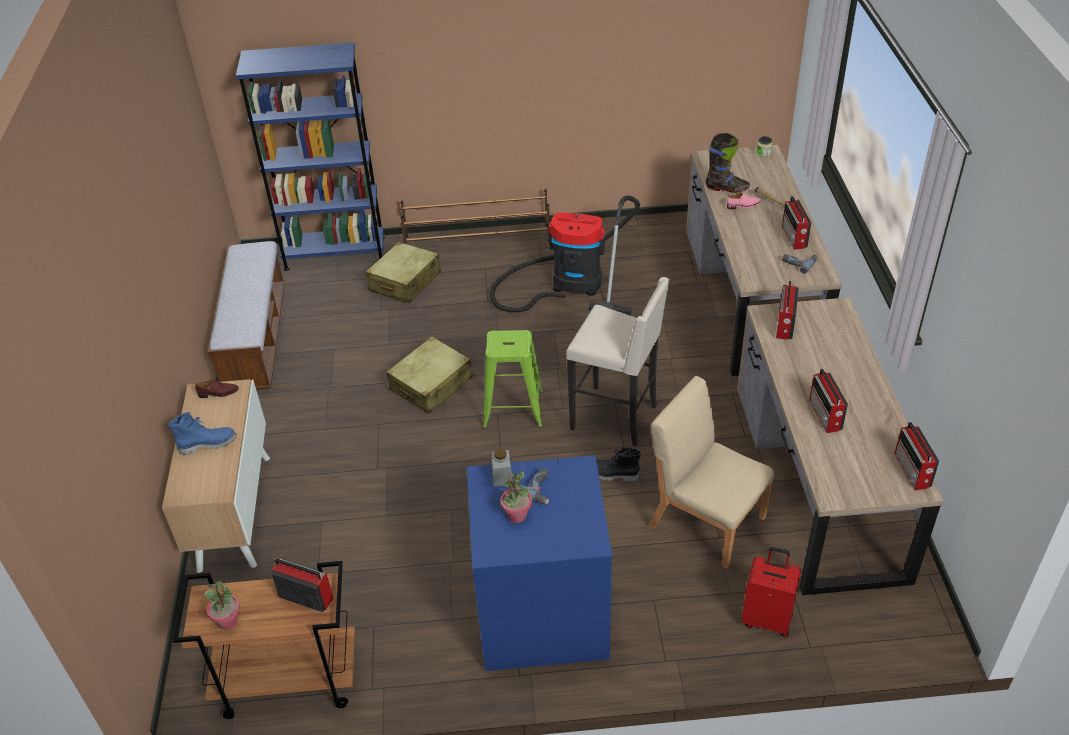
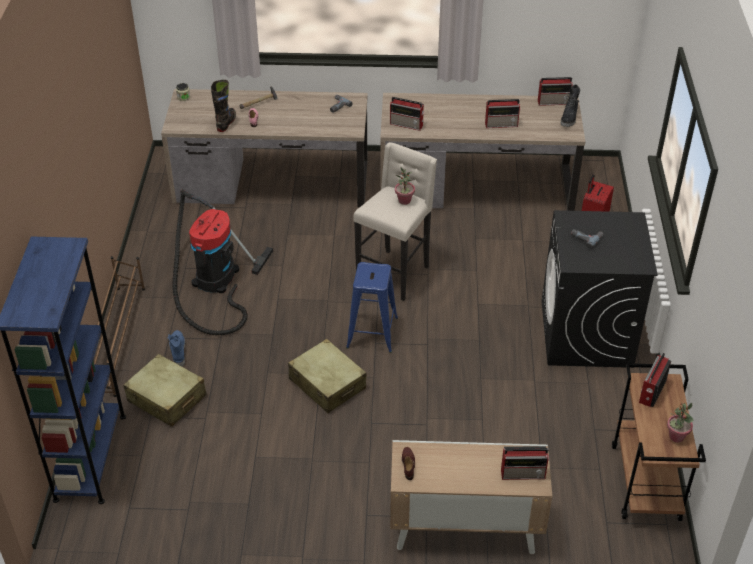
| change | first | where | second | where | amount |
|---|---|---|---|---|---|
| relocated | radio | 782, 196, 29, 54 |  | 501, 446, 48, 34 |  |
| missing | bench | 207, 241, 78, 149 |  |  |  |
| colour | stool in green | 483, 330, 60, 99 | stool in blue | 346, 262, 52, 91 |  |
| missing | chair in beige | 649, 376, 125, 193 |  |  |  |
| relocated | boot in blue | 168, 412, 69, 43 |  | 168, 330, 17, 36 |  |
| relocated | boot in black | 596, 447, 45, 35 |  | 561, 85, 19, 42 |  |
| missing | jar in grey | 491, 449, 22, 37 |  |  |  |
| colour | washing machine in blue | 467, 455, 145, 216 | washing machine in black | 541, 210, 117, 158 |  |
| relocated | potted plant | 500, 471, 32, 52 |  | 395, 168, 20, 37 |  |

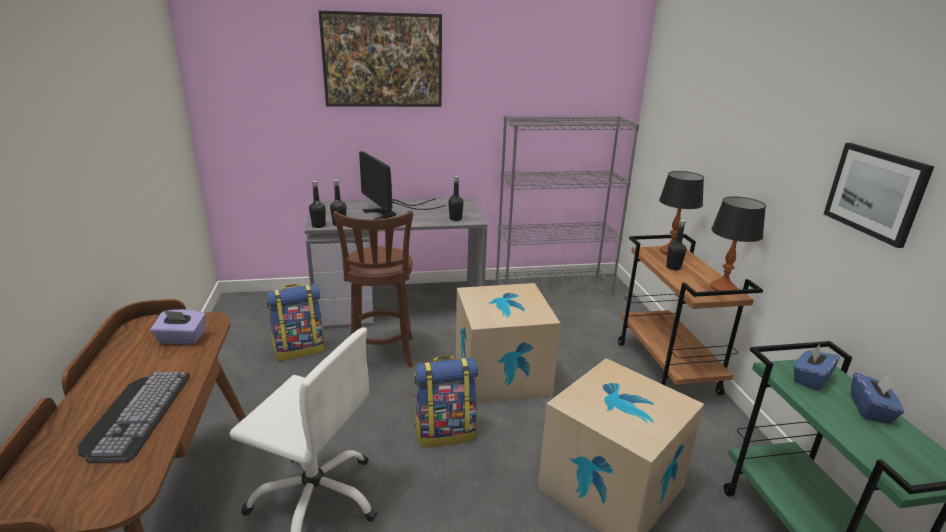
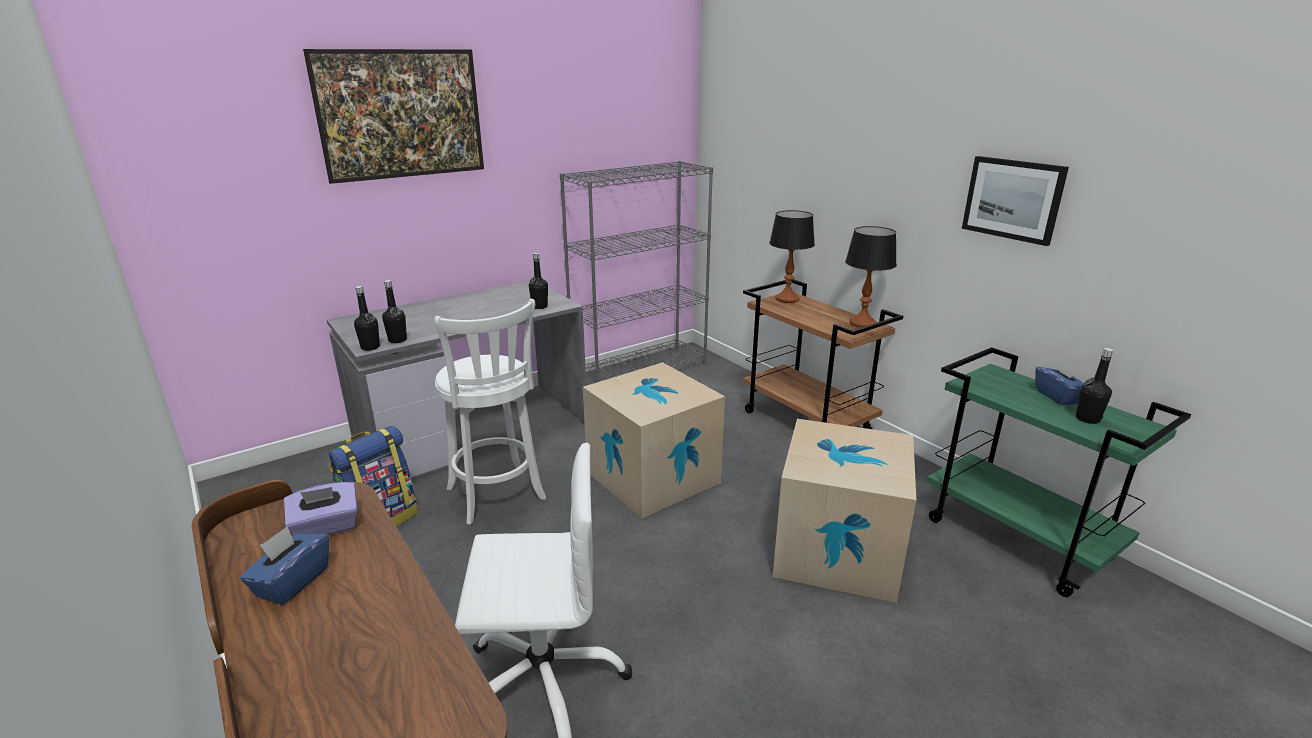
| change | first | where | second | where | amount |
|---|---|---|---|---|---|
| missing | monitor | 359, 151, 87, 68 |  |  |  |
| colour | stool in brown | 333, 210, 80, 158 | stool in white | 434, 299, 112, 226 |  |
| relocated | bottle in black | 666, 220, 21, 50 |  | 1076, 348, 37, 76 |  |
| relocated | tissue box in blue | 794, 344, 46, 47 |  | 240, 526, 89, 79 |  |
| missing | backpack | 414, 355, 64, 92 |  |  |  |
| missing | keyboard | 77, 372, 113, 91 |  |  |  |

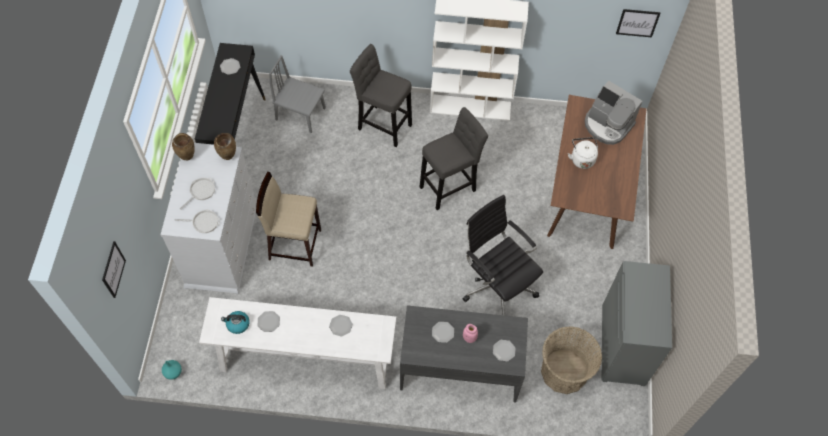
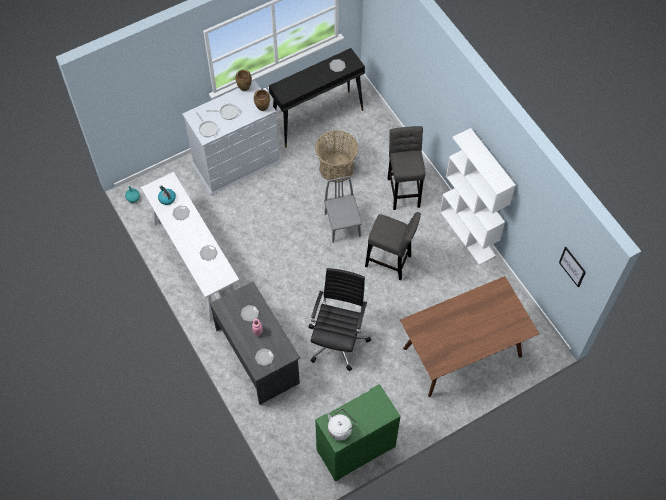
| change | first | where | second | where | amount |
|---|---|---|---|---|---|
| relocated | chair in grey | 269, 55, 57, 78 |  | 324, 176, 38, 67 |  |
| missing | coffee machine | 585, 81, 57, 64 |  |  |  |
| relocated | kettle in white | 568, 137, 30, 32 |  | 328, 409, 29, 32 |  |
| missing | stool in beige | 256, 172, 65, 95 |  |  |  |
| missing | picture | 102, 241, 24, 57 |  |  |  |
| colour | cabinet in grey | 602, 261, 70, 125 | cabinet in green | 315, 384, 86, 98 |  |
| relocated | basket | 541, 327, 61, 67 |  | 315, 130, 43, 53 |  |

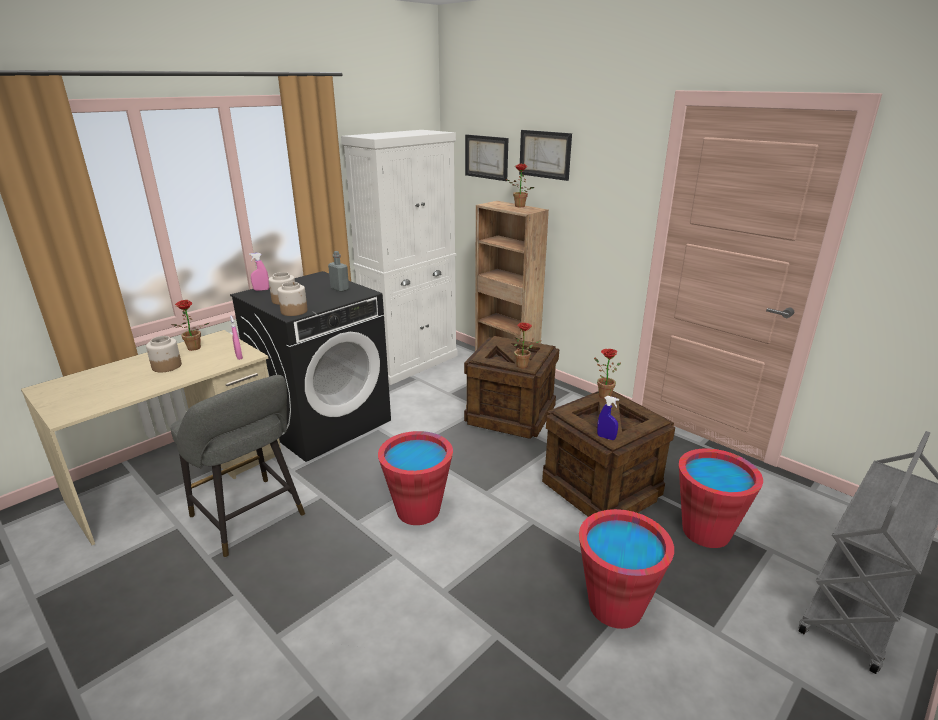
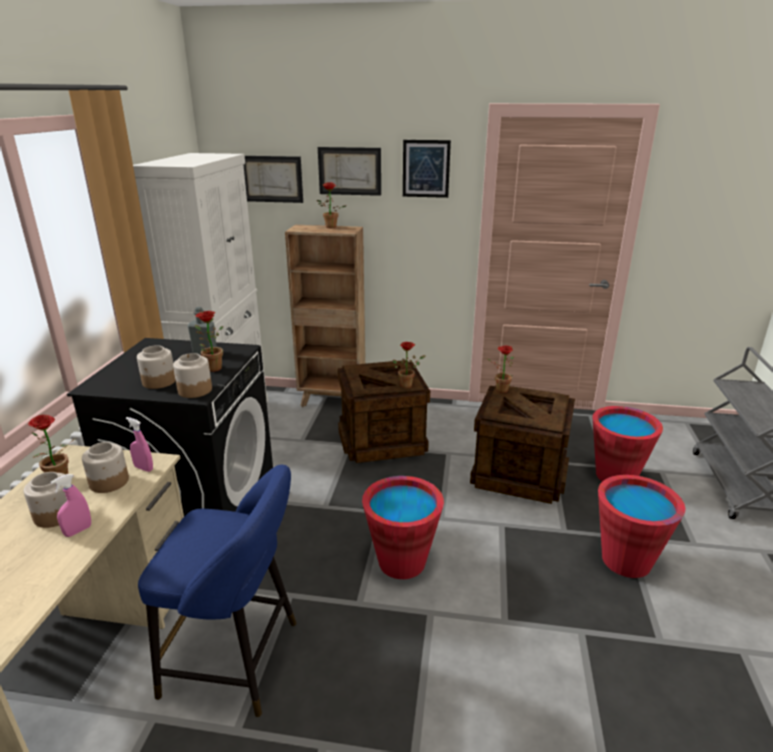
| change | first | where | second | where | amount |
|---|---|---|---|---|---|
| relocated | spray bottle in pink | 249, 253, 20, 38 |  | 51, 474, 40, 63 |  |
| colour | stool in grey | 171, 375, 134, 182 | stool in blue | 138, 465, 158, 252 |  |
| missing | spray bottle in blue | 597, 396, 22, 44 |  |  |  |
| appeared |  |  | picture | 403, 140, 48, 58 |  |
| appeared |  |  | potted plant | 195, 311, 28, 61 |  |
| appeared |  |  | jar | 82, 442, 47, 51 |  |

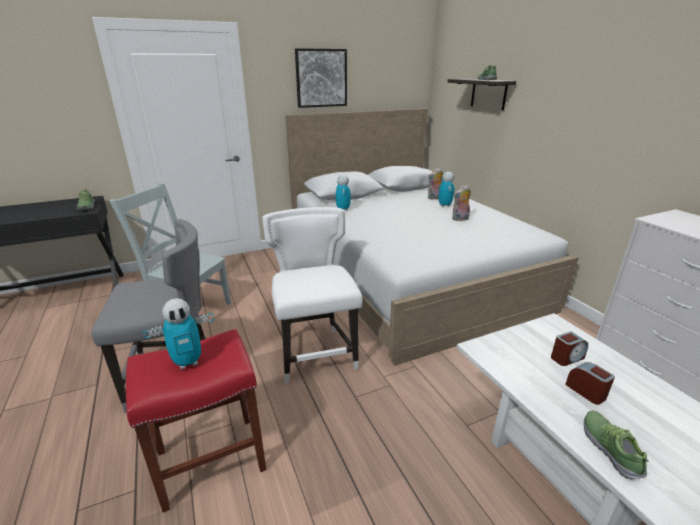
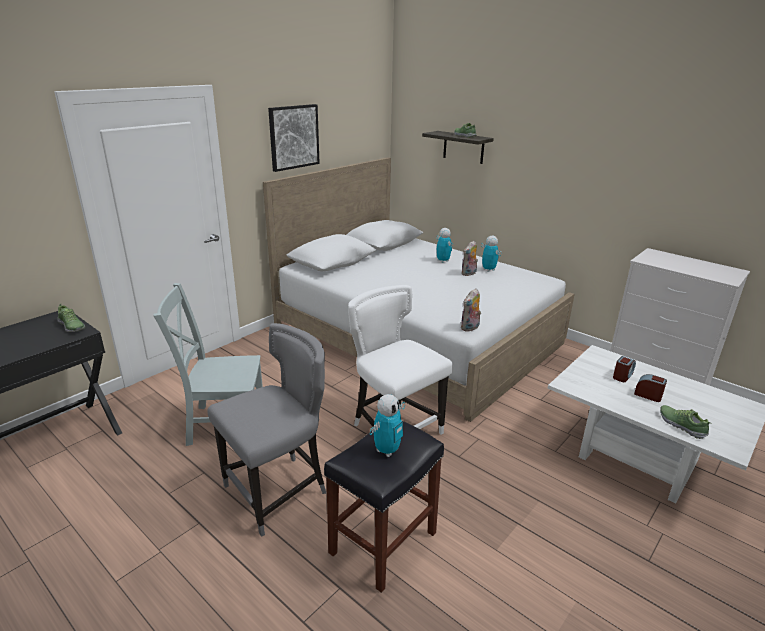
| change | first | where | second | where | amount |
|---|---|---|---|---|---|
| relocated | plush toy | 428, 168, 15, 31 |  | 460, 288, 21, 44 |  |
| relocated | toy robot | 336, 175, 15, 36 |  | 481, 236, 21, 36 |  |
| colour | stool in red | 126, 329, 140, 183 | stool in black | 324, 420, 120, 173 |  |

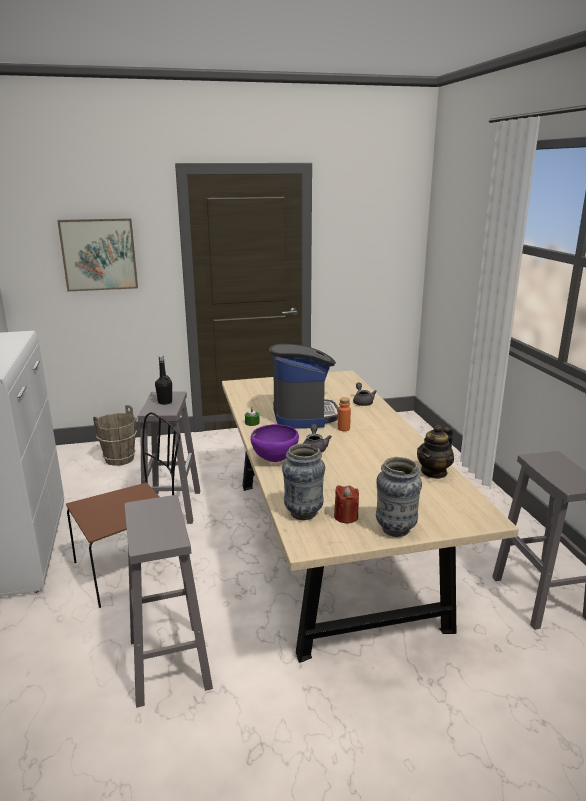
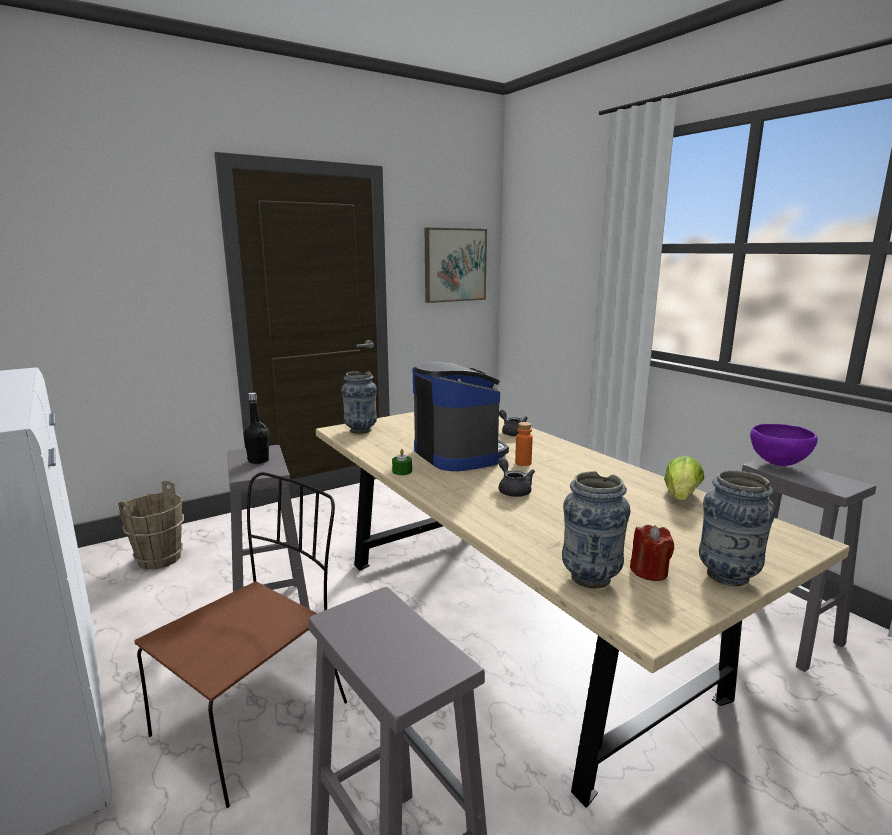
| change | first | where | second | where | amount |
|---|---|---|---|---|---|
| relocated | picture | 57, 218, 81, 74 |  | 425, 228, 62, 75 |  |
| relocated | bowl in purple | 250, 424, 49, 38 |  | 750, 424, 68, 42 |  |
| exchanged | teapot | 417, 425, 37, 54 | lettuce | 664, 456, 40, 45 |  |
| appeared |  |  | vase | 341, 371, 36, 63 |  |

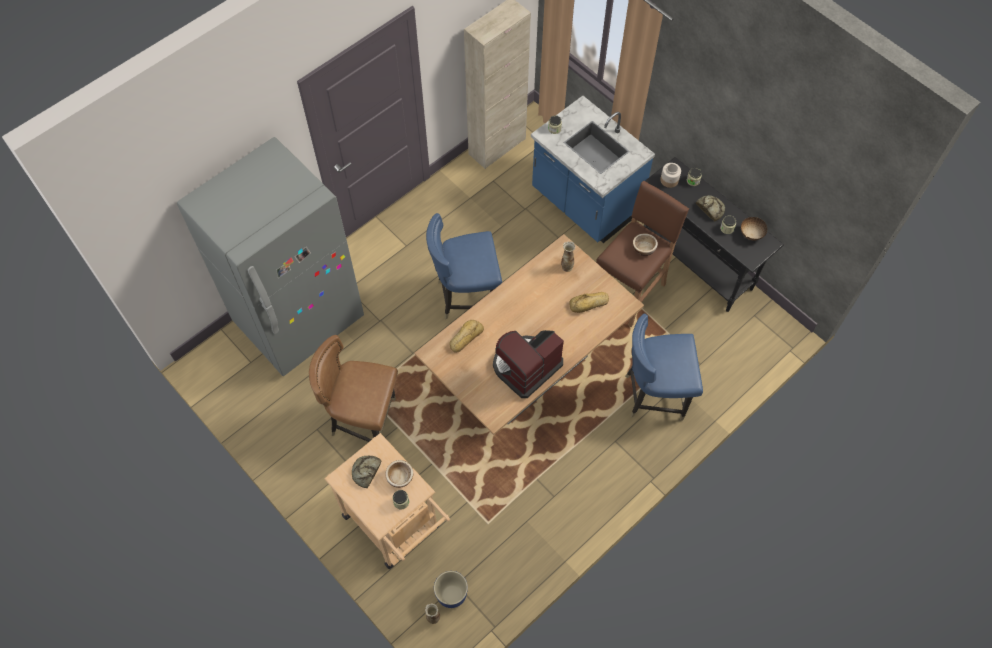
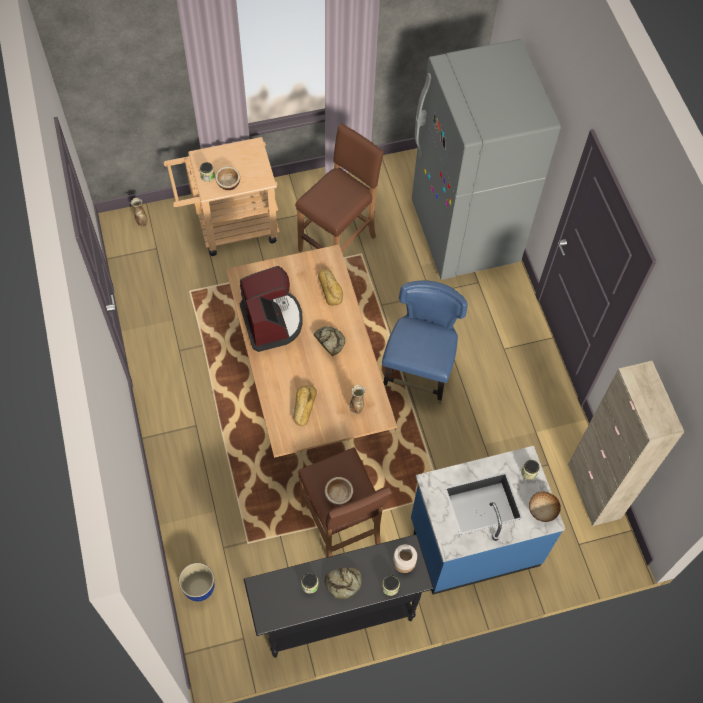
| change | first | where | second | where | amount |
|---|---|---|---|---|---|
| relocated | bowl | 741, 217, 26, 23 |  | 529, 491, 32, 31 |  |
| missing | chair in blue | 625, 314, 78, 107 |  |  |  |
| exchanged | chair in brown | 309, 335, 89, 107 | stool in brown | 295, 123, 89, 129 |  |
| relocated | bread | 352, 456, 30, 32 |  | 313, 326, 32, 30 |  |
| relocated | planter | 434, 571, 34, 37 |  | 179, 563, 35, 38 |  |

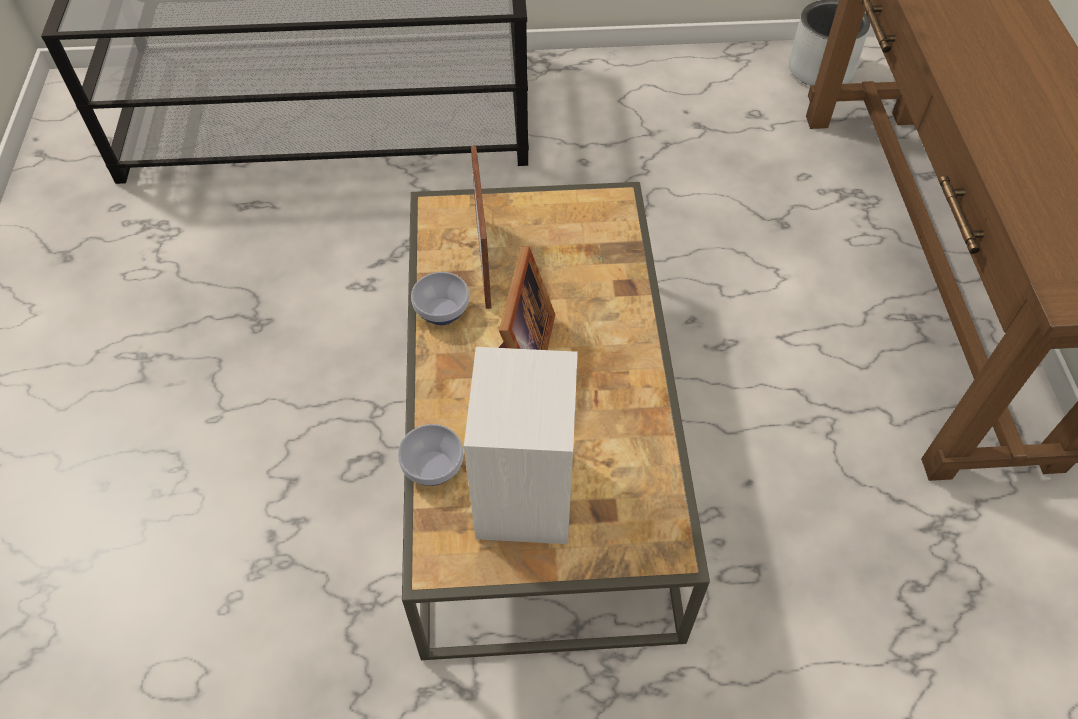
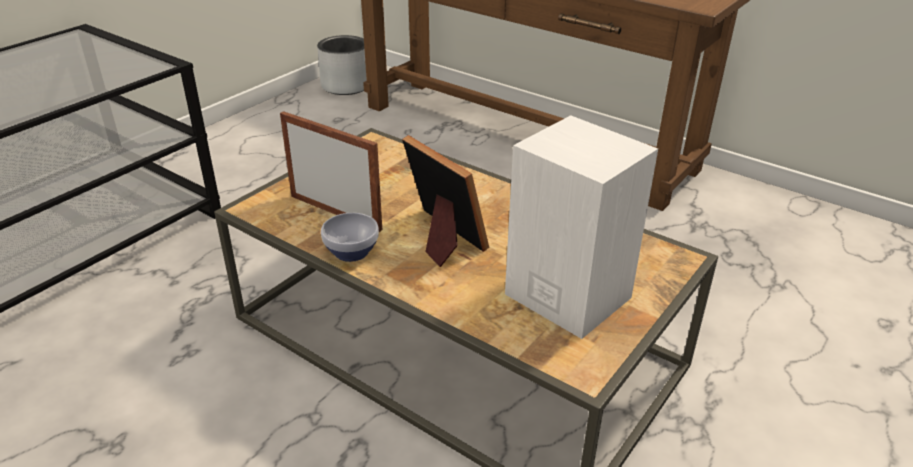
| change | first | where | second | where | amount |
|---|---|---|---|---|---|
| missing | bowl | 398, 424, 65, 62 |  |  |  |

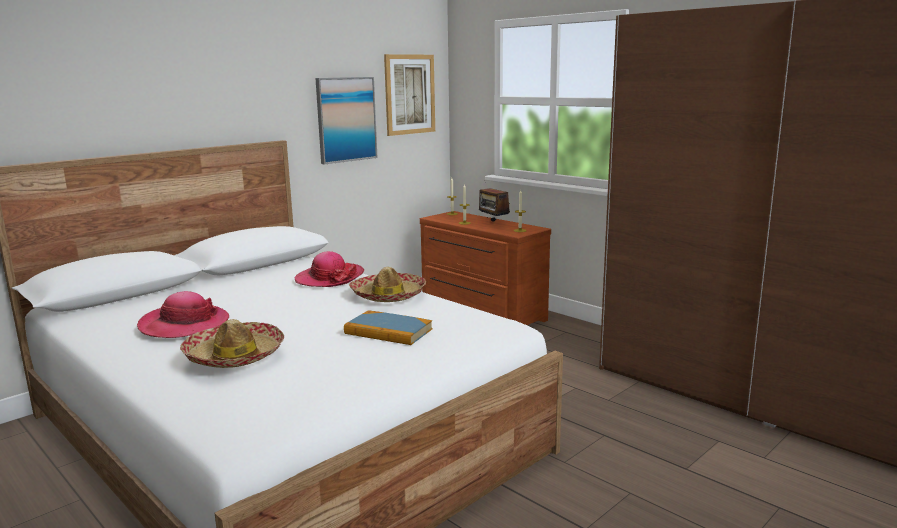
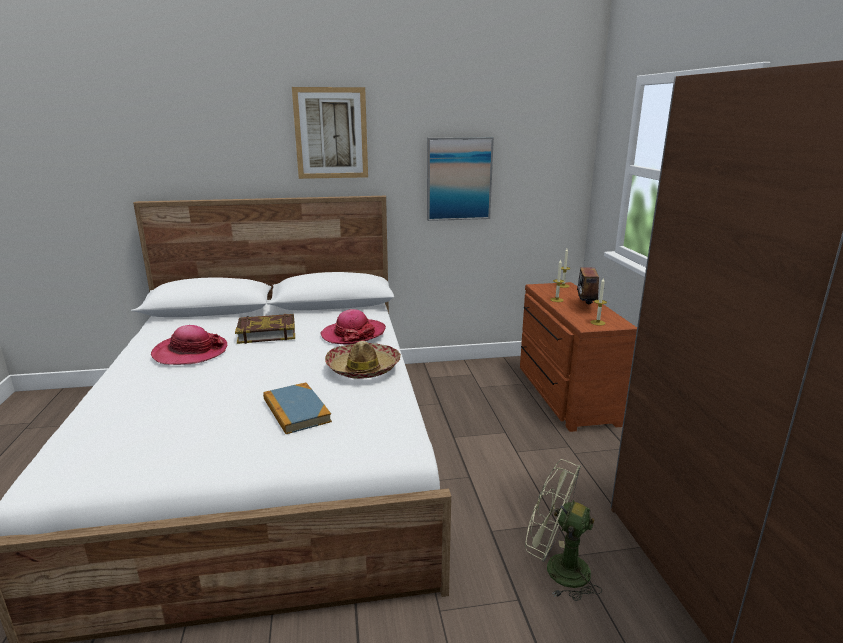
| change | first | where | second | where | amount |
|---|---|---|---|---|---|
| relocated | picture | 384, 54, 51, 82 |  | 292, 87, 76, 92 |  |
| missing | hat | 180, 319, 104, 49 |  |  |  |
| appeared |  |  | book | 235, 314, 60, 30 |  |
| appeared |  |  | fan in green | 525, 459, 77, 142 |  |

